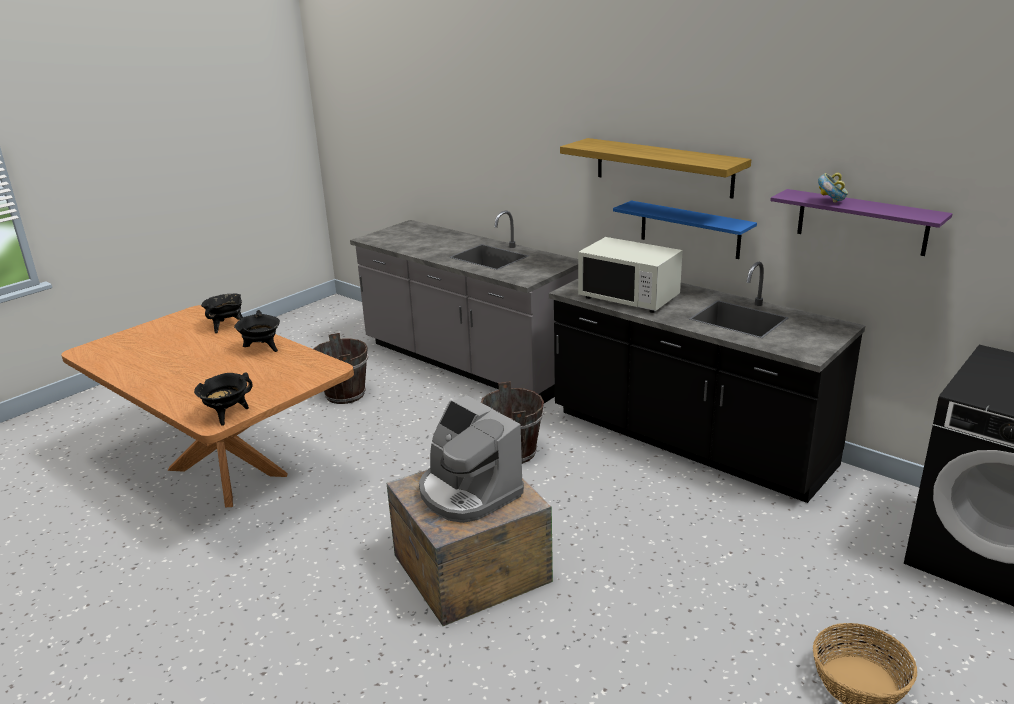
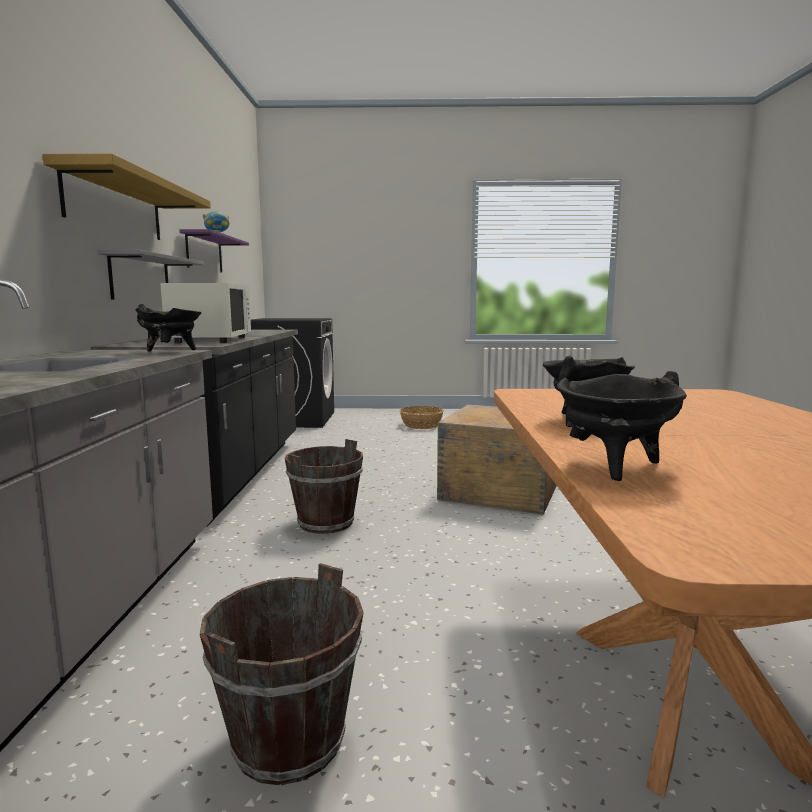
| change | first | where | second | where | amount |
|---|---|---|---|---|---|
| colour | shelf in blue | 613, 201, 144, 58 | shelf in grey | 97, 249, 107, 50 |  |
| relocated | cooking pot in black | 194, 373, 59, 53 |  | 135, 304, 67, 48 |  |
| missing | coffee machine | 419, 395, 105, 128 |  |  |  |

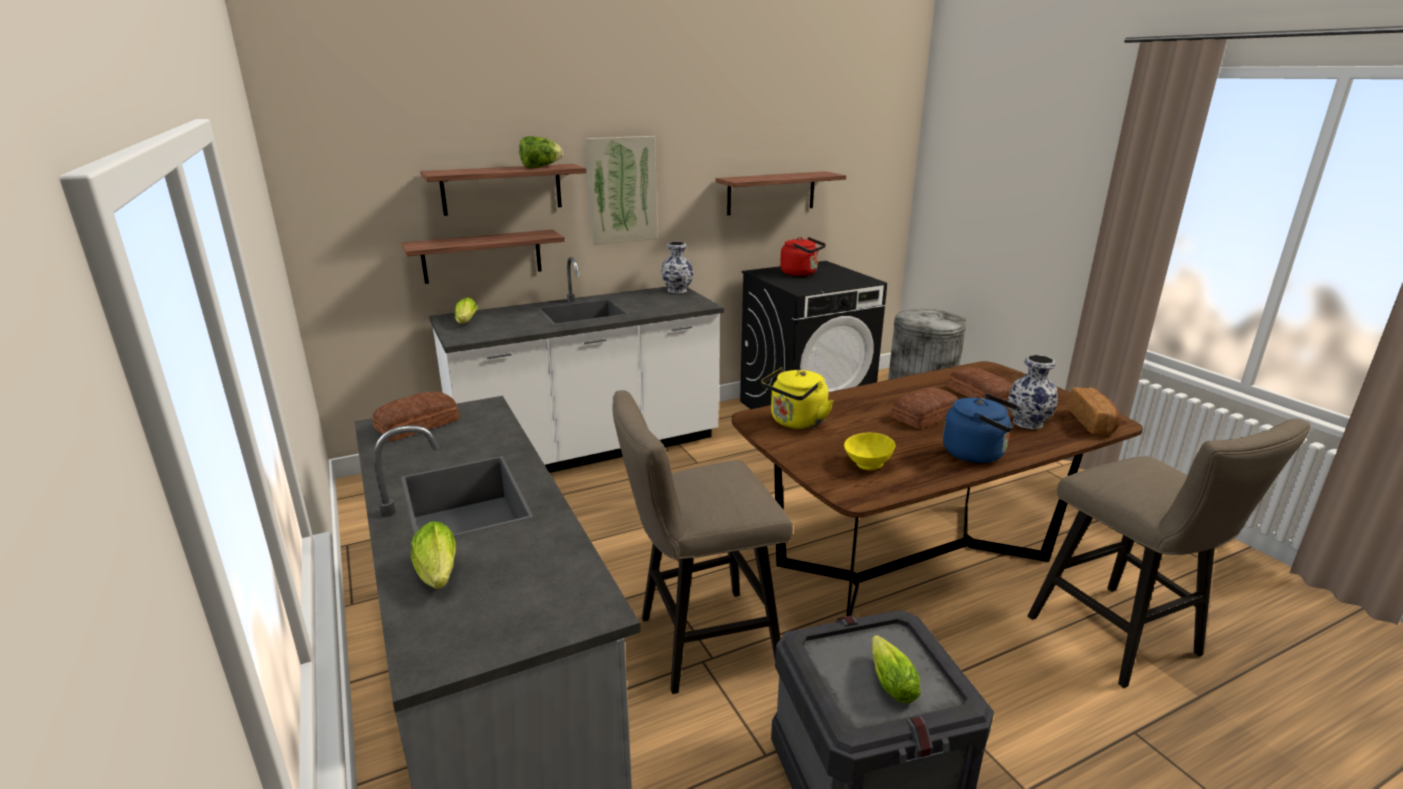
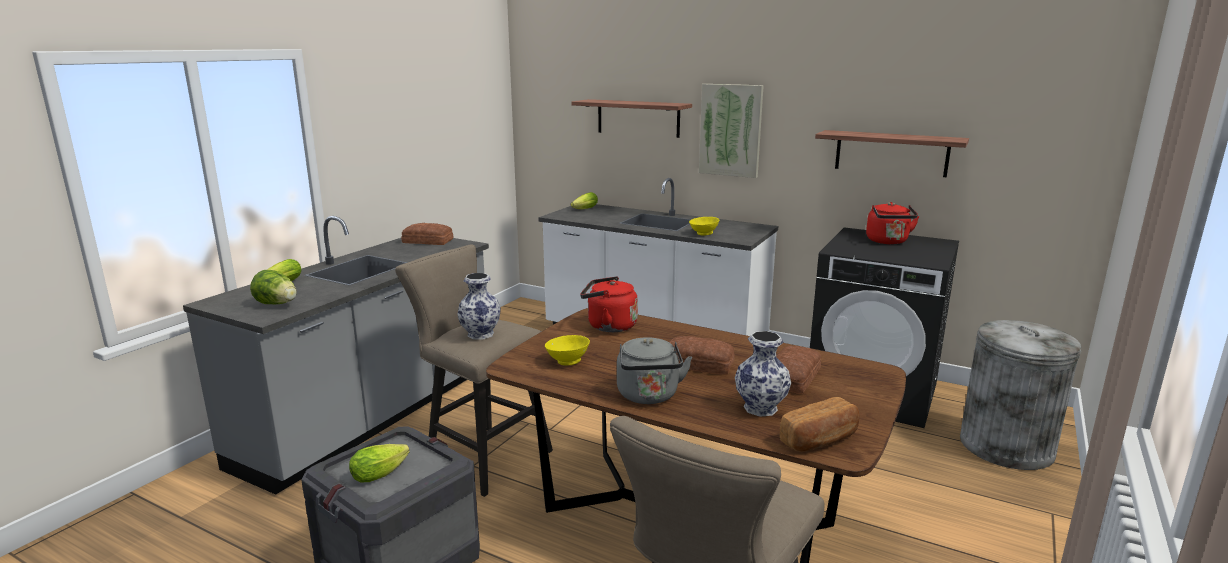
| change | first | where | second | where | amount |
|---|---|---|---|---|---|
| relocated | lettuce | 519, 136, 44, 32 |  | 250, 270, 47, 34 |  |
| missing | shelf | 401, 230, 164, 54 |  |  |  |
| relocated | vase | 661, 242, 32, 51 |  | 457, 273, 44, 66 |  |
| colour | kettle in yellow | 761, 367, 72, 62 | kettle in red | 580, 277, 58, 55 |  |
| colour | kettle in blue | 943, 393, 78, 70 | kettle in grey | 617, 337, 75, 67 |  |
| appeared |  |  | bowl in yellow | 689, 217, 31, 19 |  |

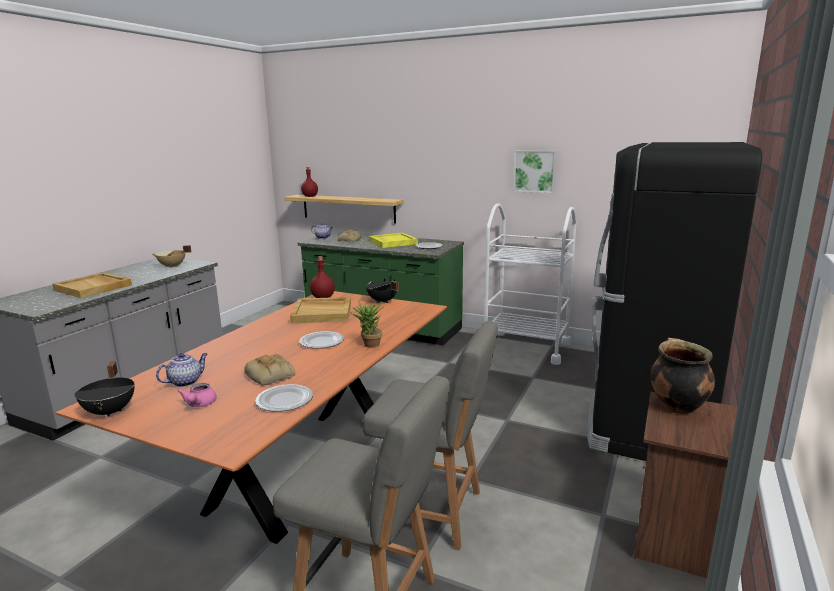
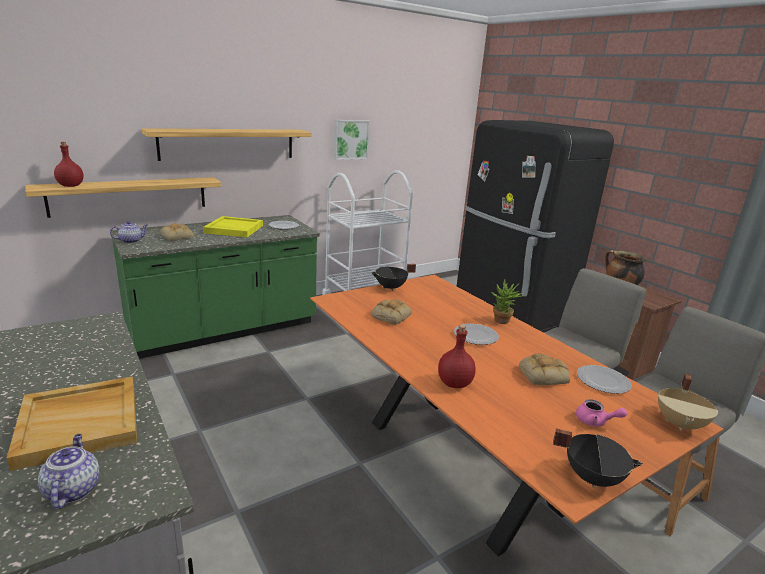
| change | first | where | second | where | amount |
|---|---|---|---|---|---|
| relocated | cooking pot in beige | 153, 245, 38, 23 |  | 658, 373, 60, 58 |  |
| relocated | bottle in red | 310, 256, 25, 42 |  | 438, 325, 38, 63 |  |
| exchanged | tray in beige | 290, 297, 61, 26 | bread | 372, 299, 40, 26 |  |
| relocated | teapot | 156, 353, 52, 34 |  | 38, 434, 61, 76 |  |
| appeared |  |  | shelf | 142, 128, 170, 33 |  |

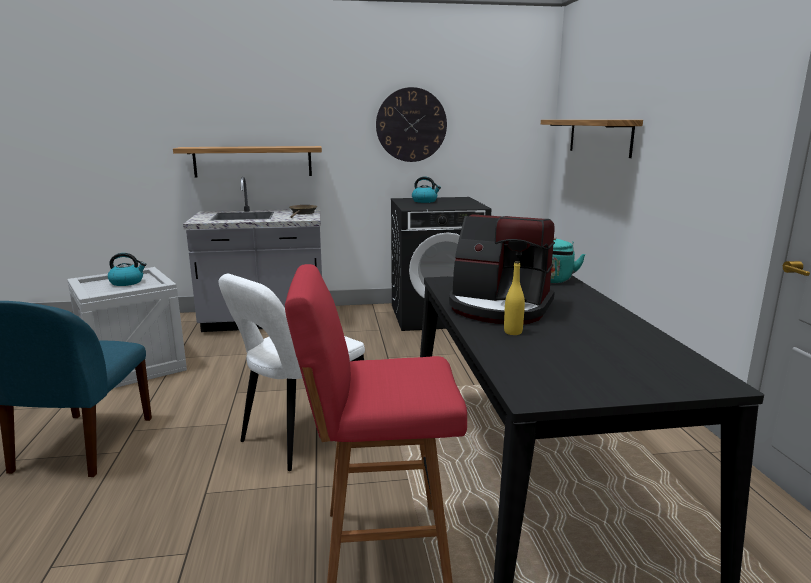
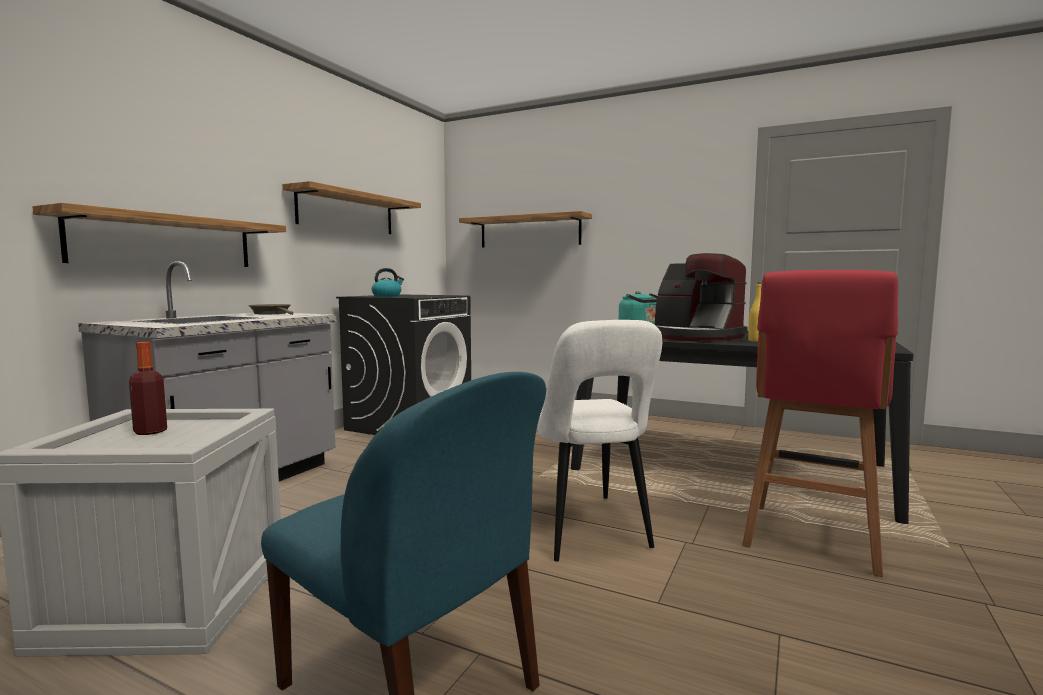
| change | first | where | second | where | amount |
|---|---|---|---|---|---|
| exchanged | wall clock | 376, 87, 71, 75 | shelf | 282, 181, 139, 53 |  |
| spun | coffee machine | 449, 214, 106, 110 |  | 654, 253, 94, 89 | 75 degrees clockwise |
| exchanged | kettle | 108, 253, 38, 33 | bottle | 129, 342, 38, 93 |  |

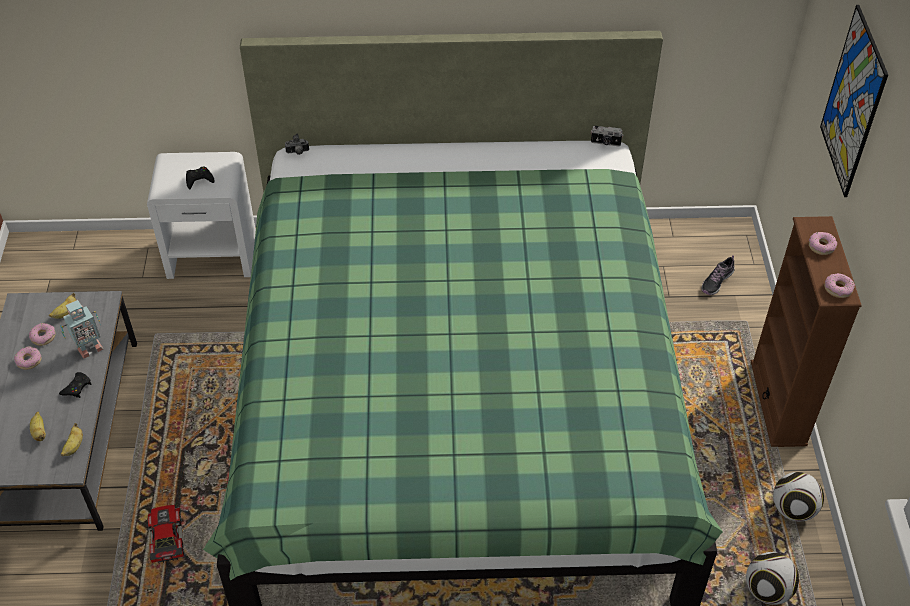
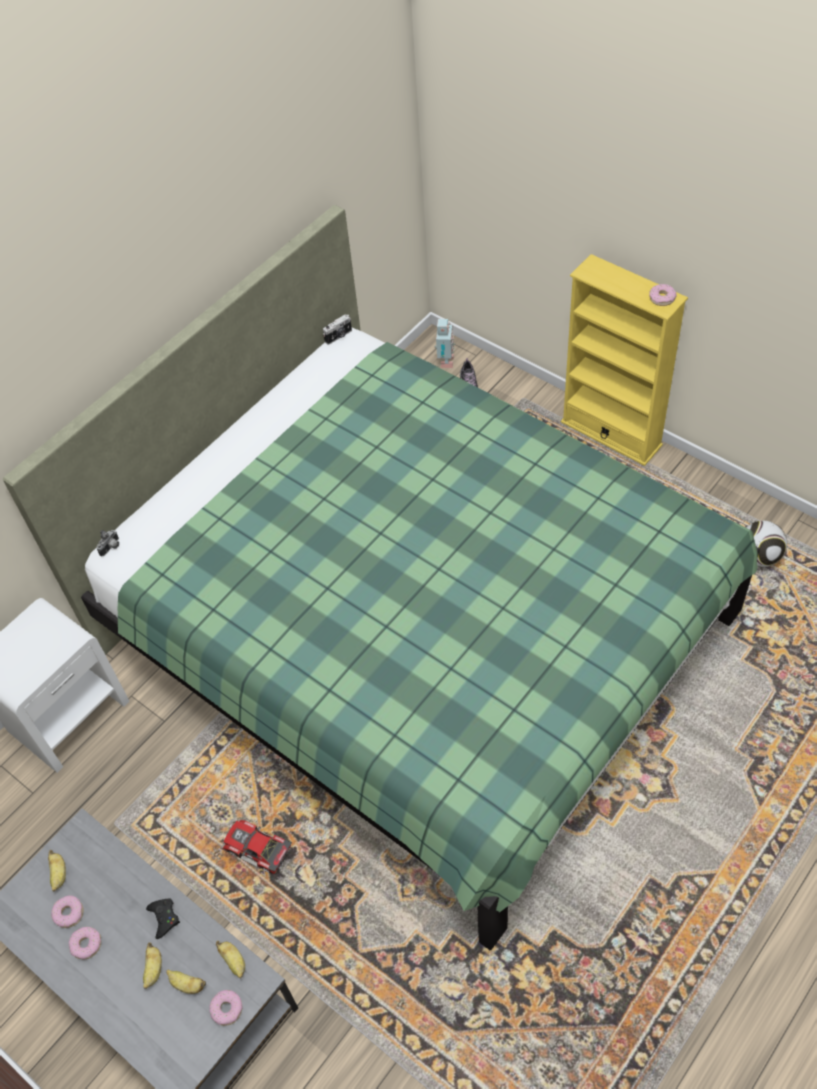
| change | first | where | second | where | amount |
|---|---|---|---|---|---|
| missing | picture | 820, 5, 68, 192 |  |  |  |
| missing | game controller in black | 186, 167, 29, 22 |  |  |  |
| colour | bookcase in brown | 751, 216, 111, 231 | bookcase in yellow | 561, 254, 127, 212 |  |
| relocated | donut | 809, 232, 28, 23 |  | 209, 990, 34, 36 |  |
| relocated | toy robot | 60, 300, 43, 59 |  | 435, 319, 20, 49 |  |
| missing | football | 773, 472, 51, 50 |  |  |  |
| relocated | toy car | 148, 505, 36, 58 |  | 221, 820, 71, 54 |  |
| appeared |  |  | banana | 143, 942, 19, 47 |  |

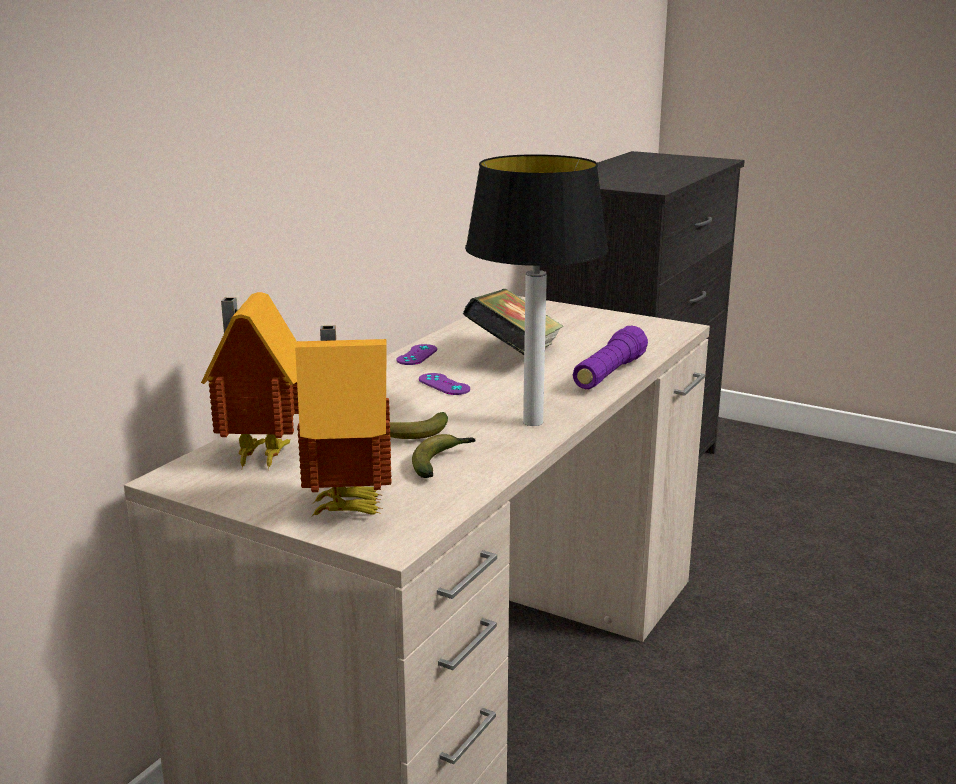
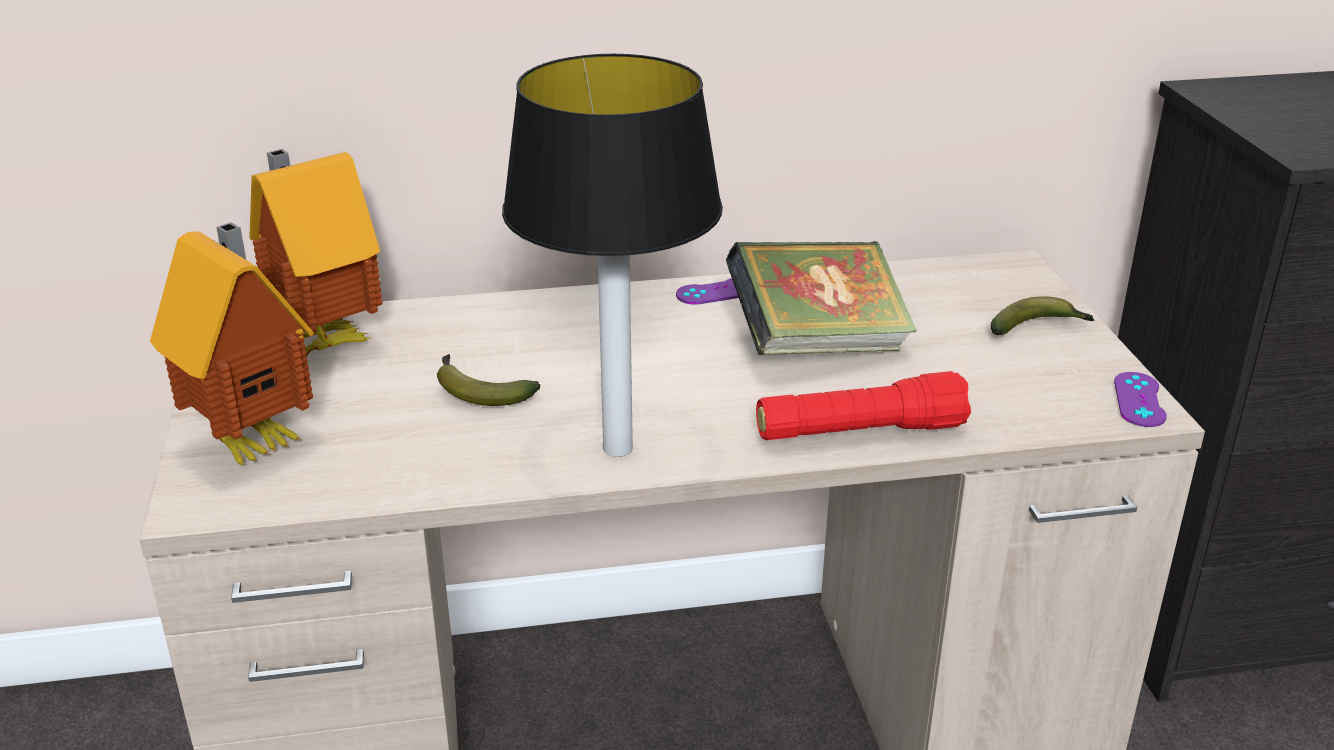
| change | first | where | second | where | amount |
|---|---|---|---|---|---|
| colour | flashlight in purple | 573, 326, 75, 63 | flashlight in red | 756, 371, 215, 69 |  |
| relocated | game controller in purple | 419, 373, 51, 22 |  | 1114, 372, 53, 55 |  |
| relocated | banana | 412, 434, 64, 44 |  | 991, 296, 104, 39 |  |

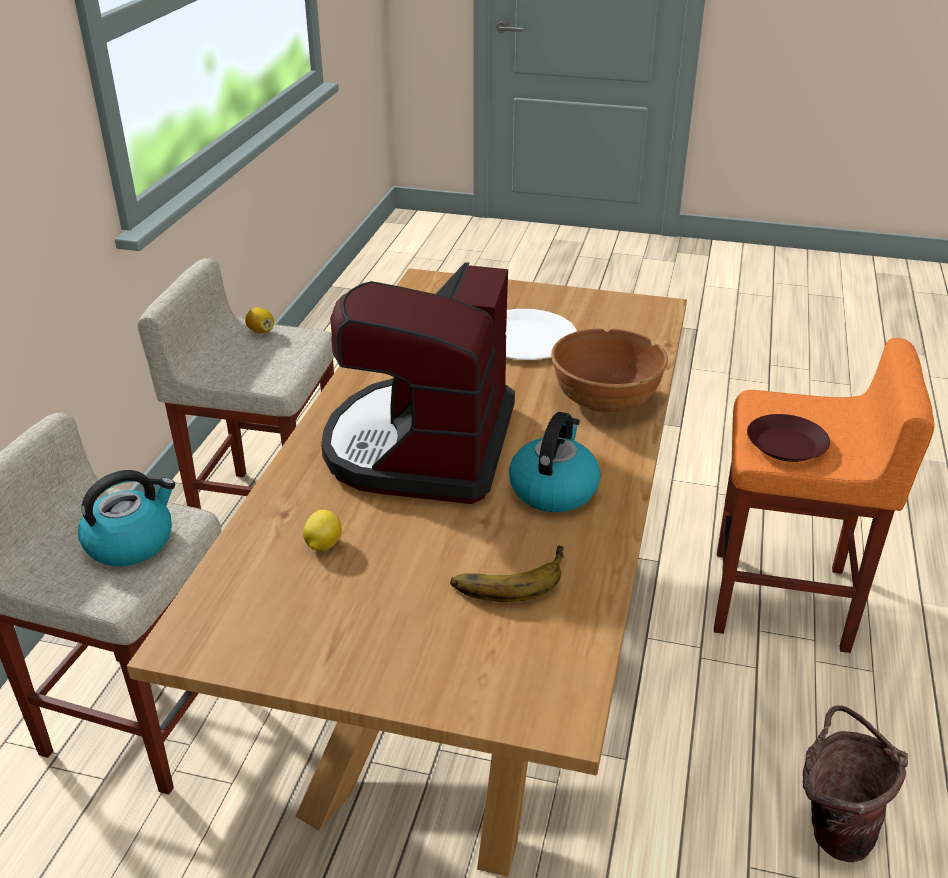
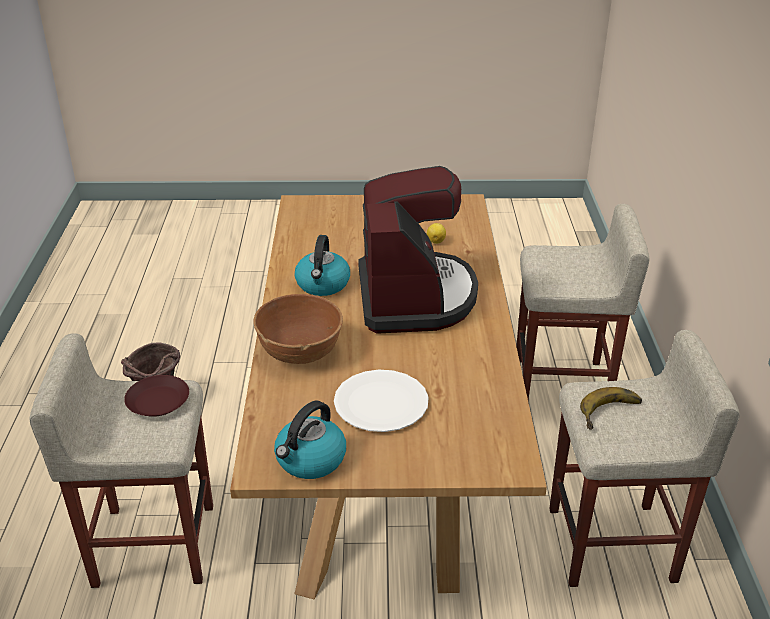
| change | first | where | second | where | amount |
|---|---|---|---|---|---|
| missing | lemon | 245, 307, 29, 26 |  |  |  |
| colour | stool in orange | 714, 338, 220, 315 | stool in beige | 29, 333, 184, 255 |  |
| relocated | kettle | 78, 470, 97, 96 |  | 274, 400, 72, 79 |  |
| relocated | banana | 450, 545, 114, 57 |  | 580, 387, 62, 43 |  |

